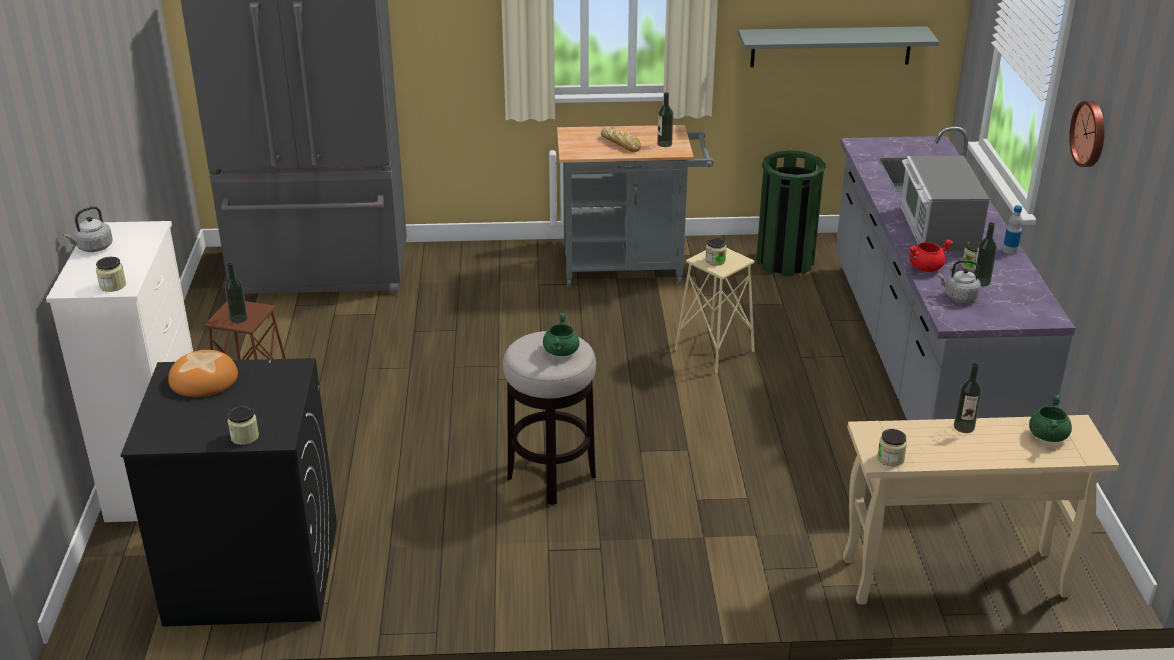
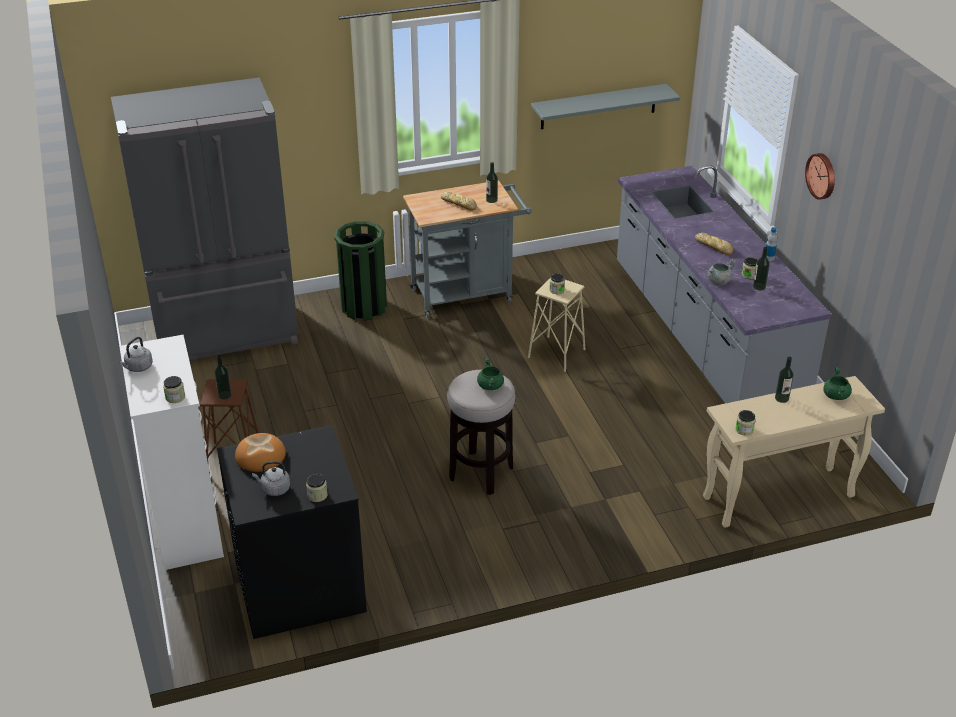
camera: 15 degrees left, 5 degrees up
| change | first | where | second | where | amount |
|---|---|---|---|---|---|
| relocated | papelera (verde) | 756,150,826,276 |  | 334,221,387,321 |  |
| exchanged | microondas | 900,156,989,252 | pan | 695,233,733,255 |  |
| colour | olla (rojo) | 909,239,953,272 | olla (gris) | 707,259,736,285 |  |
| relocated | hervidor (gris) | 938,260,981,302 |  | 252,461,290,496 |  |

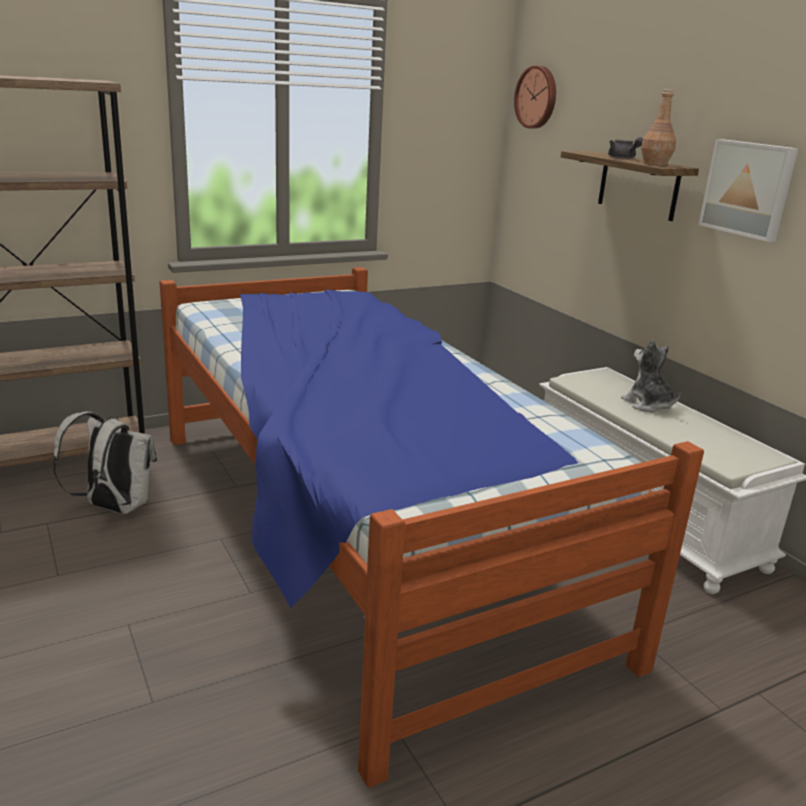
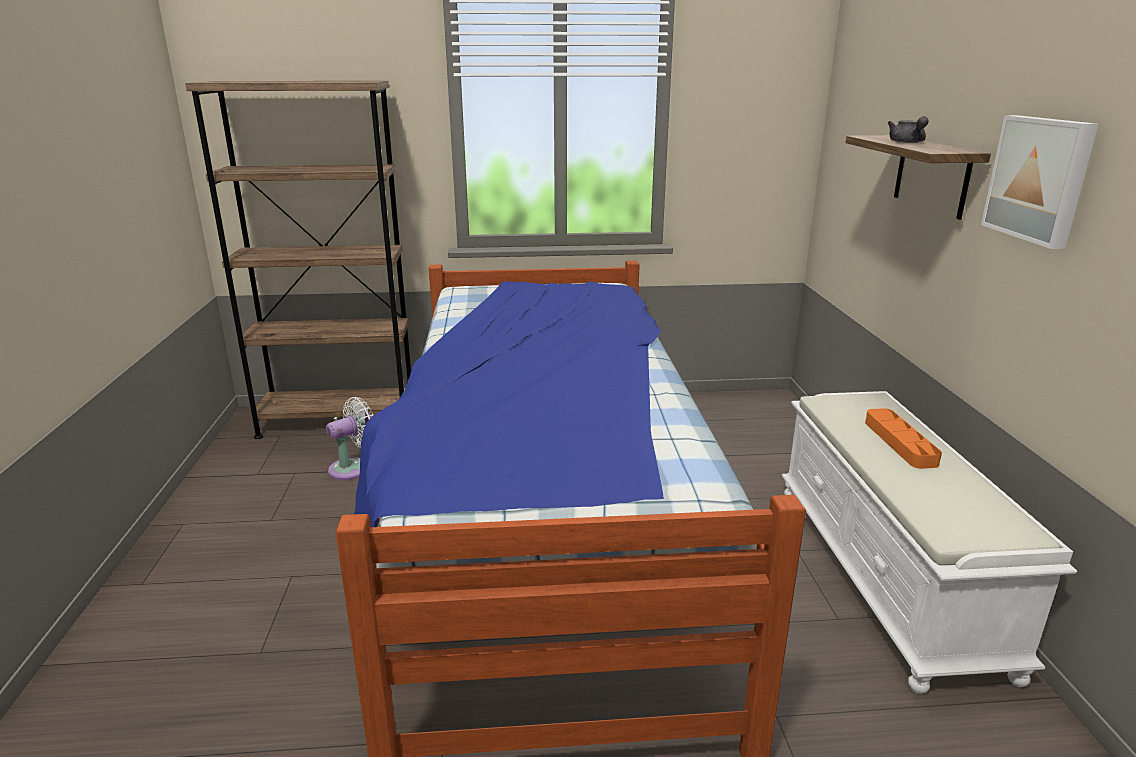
camera: 25 degrees right, 0 degrees up
| change | first | where | second | where | amount |
|---|---|---|---|---|---|
| exchanged | mochila (blanco) | 53,412,157,514 | ventilador (blanco) | 326,397,374,480 |  |
| missing | reloj de pared | 514,66,556,129 |  |  |  |
| exchanged | peluche | 621,340,681,412 | bandeja (naranja) | 865,408,942,469 |  |
| missing | botella (marrón) | 641,89,676,166 |  |  |  |

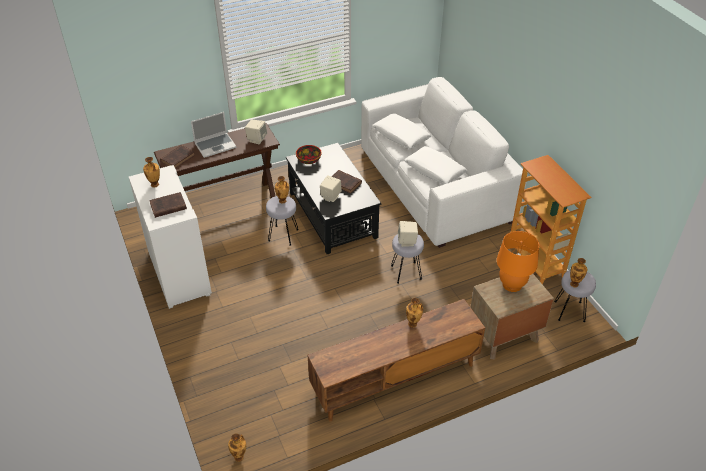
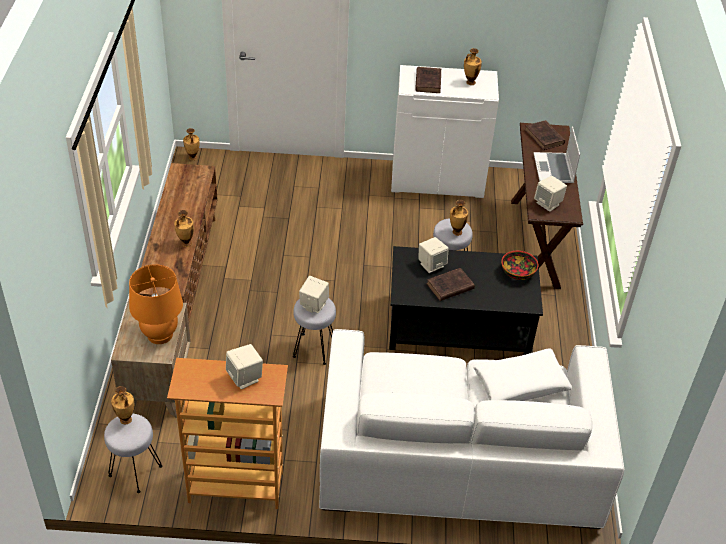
camera: 115 degrees right, 0 degrees up
| change | first | where | second | where | amount |
|---|---|---|---|---|---|
| missing | cojín (blanco) | 404,146,467,184 |  |  |  |
| appeared |  |  | altavoz (beis) | 226,344,263,389 |  |

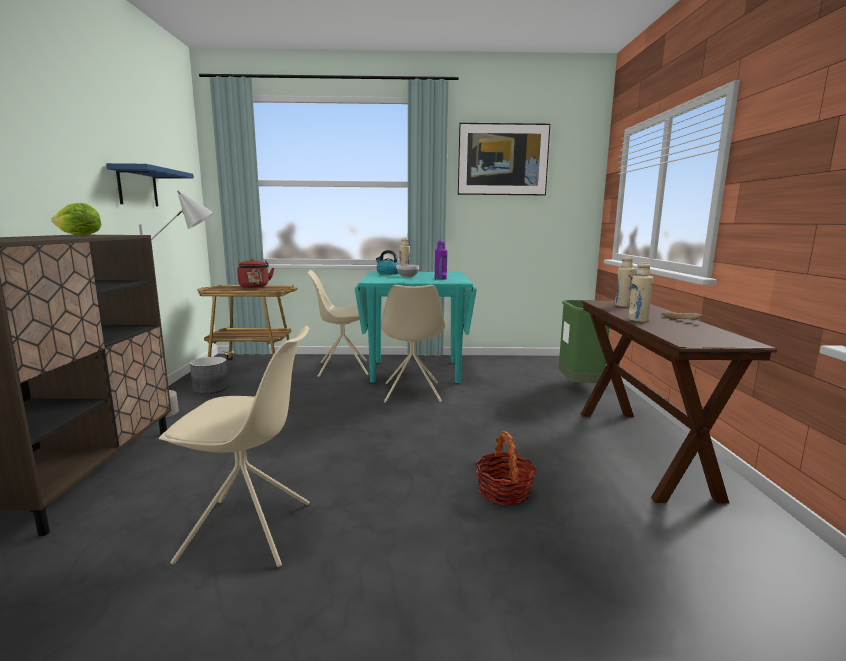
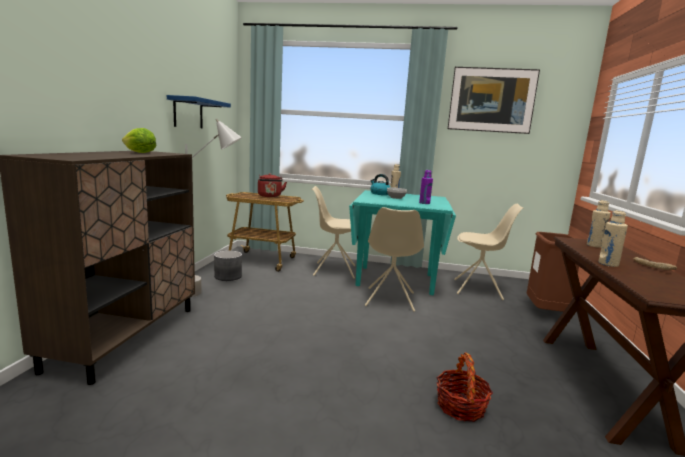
camera: 10 degrees right, 0 degrees up
| change | first | where | second | where | amount |
|---|---|---|---|---|---|
| relocated | silla (beis) | 159,326,310,567 |  | 454,204,524,300 |  |
| colour | papelera (verde) | 559,300,610,383 | papelera (marrón) | 527,232,579,312 |  |

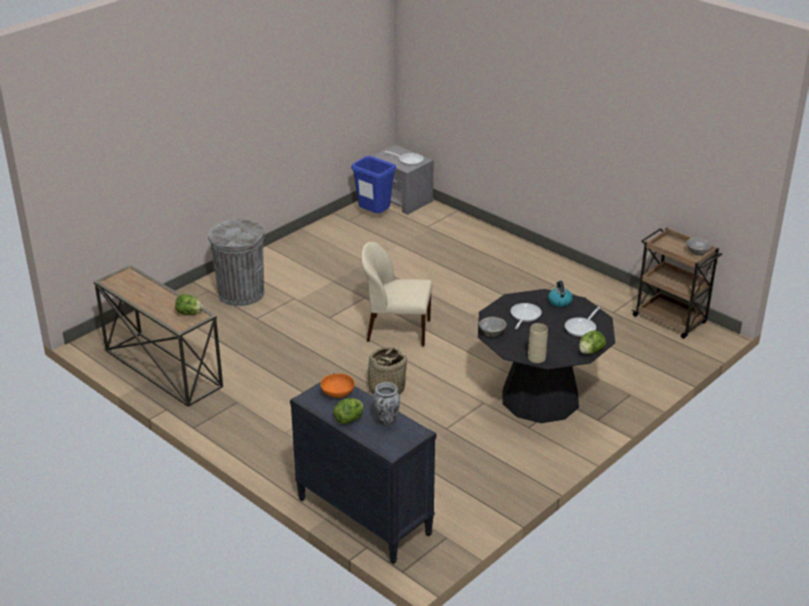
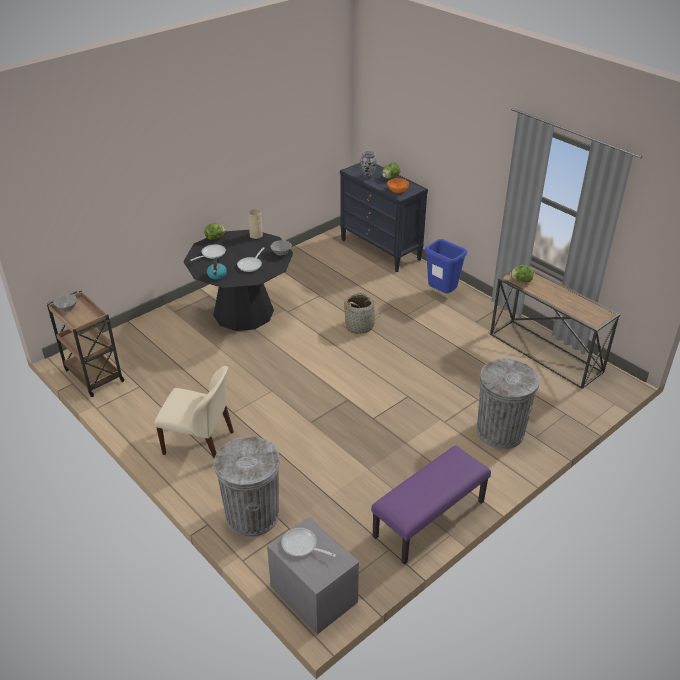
camera: 175 degrees left, 5 degrees up
| change | first | where | second | where | amount |
|---|---|---|---|---|---|
| relocated | papelera (azul) | 351,156,396,213 |  | 425,239,467,293 |  |
| relocated | silla (beis) | 362,242,433,347 |  | 155,366,234,458 |  |
| appeared |  |  | papelera (gris) | 214,436,280,537 |  |
| appeared |  |  | banco (morado) | 371,445,491,565 |  |

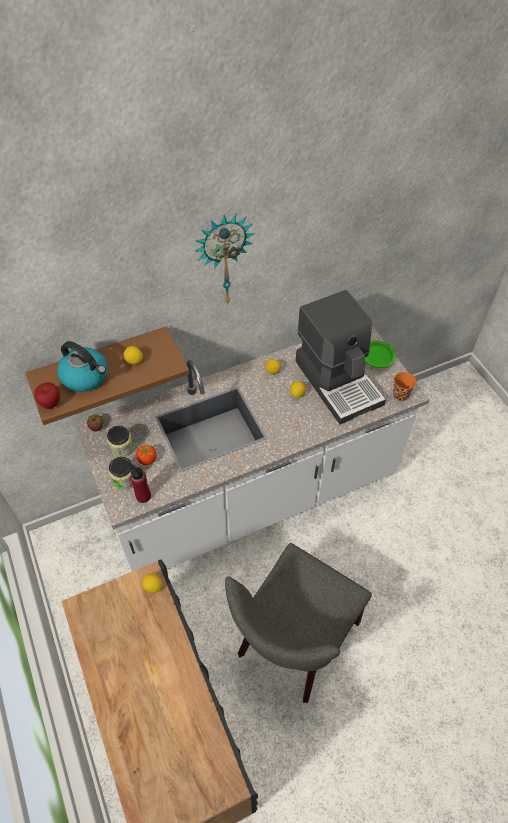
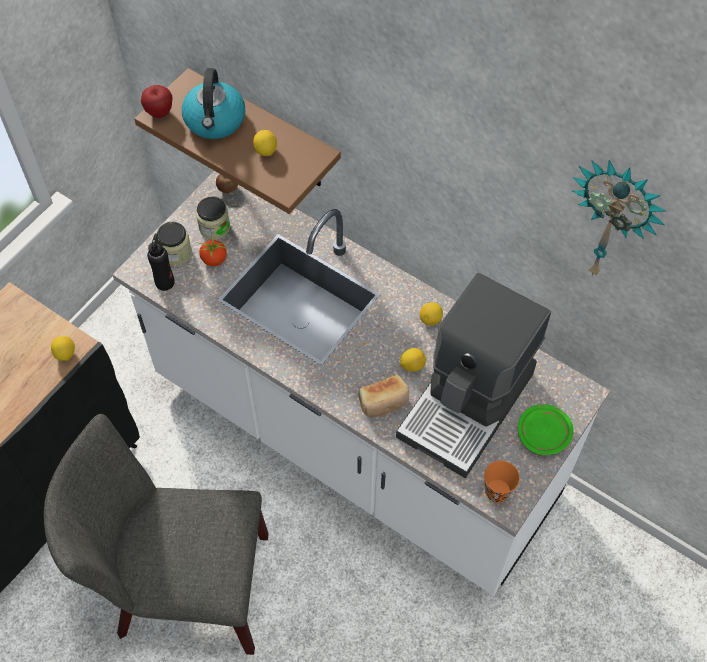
camera: 60 degrees right, 5 degrees up
| change | first | where | second | where | amount |
|---|---|---|---|---|---|
| colour | botella (rojo) | 129,464,151,503 | botella (negro) | 147,233,175,291 |  |
| relocated | reloj de pared | 194,214,255,305 |  | 572,160,666,276 |  |
| appeared |  |  | pan | 359,375,409,417 |  |

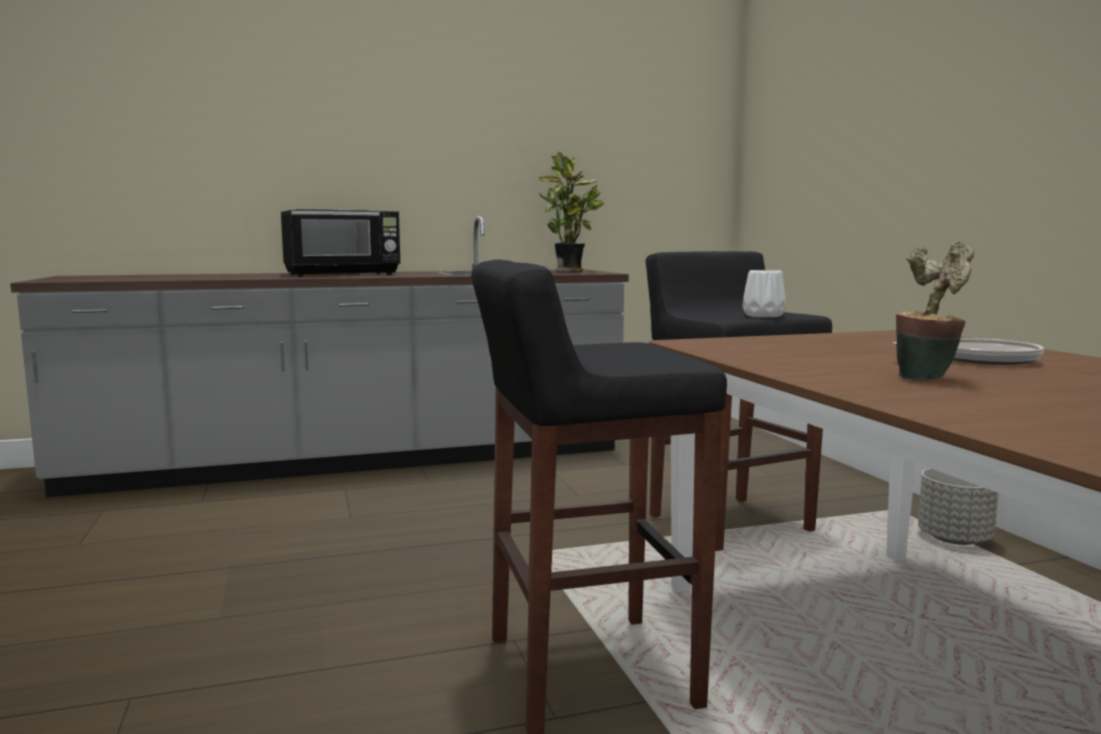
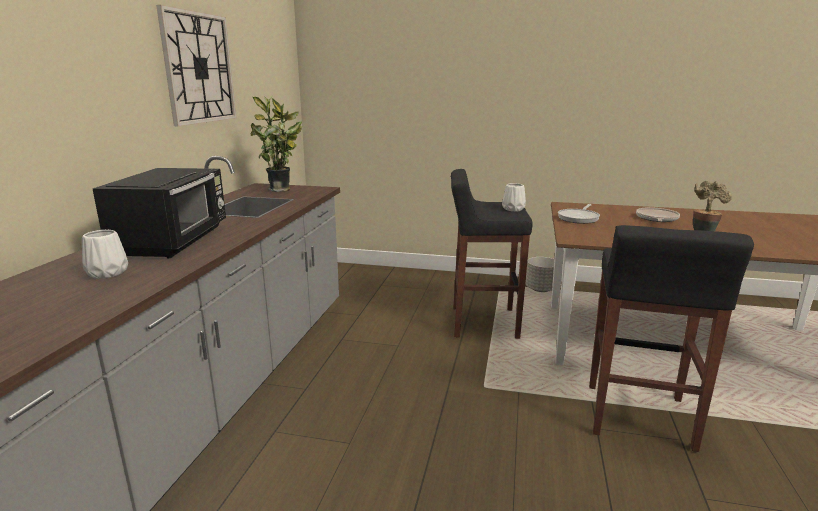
camera: 60 degrees left, 10 degrees up
| change | first | where | second | where | amount |
|---|---|---|---|---|---|
| appeared |  |  | florero (blanco) | 82,230,128,279 |  |
| appeared |  |  | reloj de pared | 156,5,236,126 |  |
| appeared |  |  | sartén | 558,204,600,224 |  |

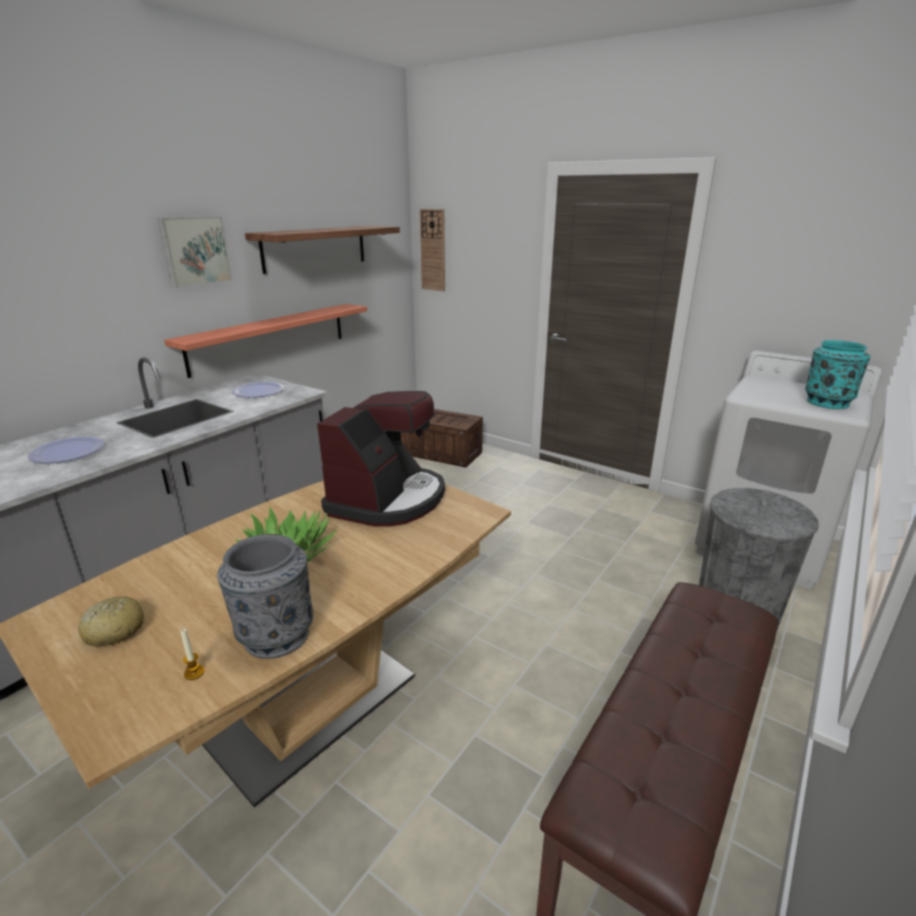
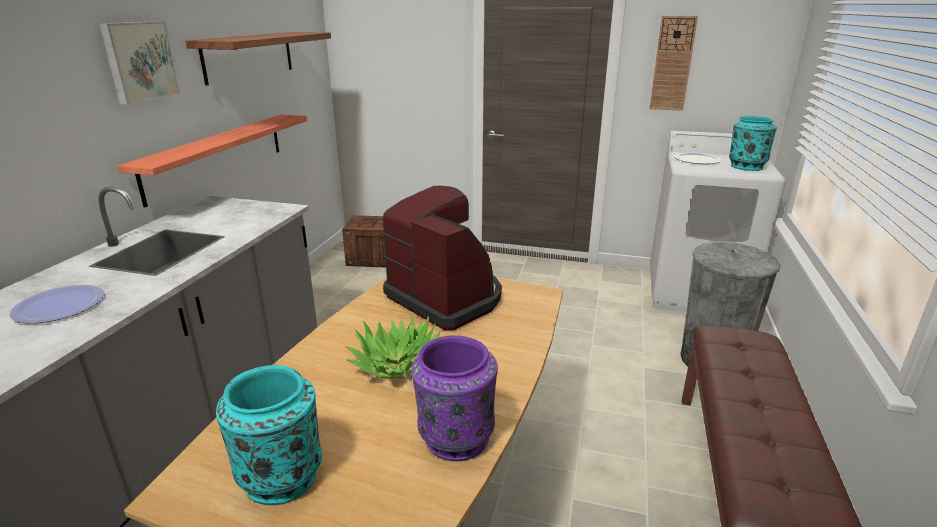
camera: 20 degrees left, 0 degrees up
| change | first | where | second | where | amount |
|---|---|---|---|---|---|
| exchanged | pan | 78,596,144,646 | florero (turquesa) | 216,365,322,505 |  |
| missing | vela | 181,629,205,680 |  |  |  |
| colour | florero (gris) | 217,534,314,659 | florero (morado) | 411,335,498,461 |  |
| relocated | plato | 232,382,284,398 |  | 674,153,722,164 |  |
| spun | cafetera | 317,391,445,526 |  | 382,186,502,330 | 45 degrees counterclockwise |
| relocated | reloj de pared | 420,209,445,291 |  | 649,16,698,111 |  |

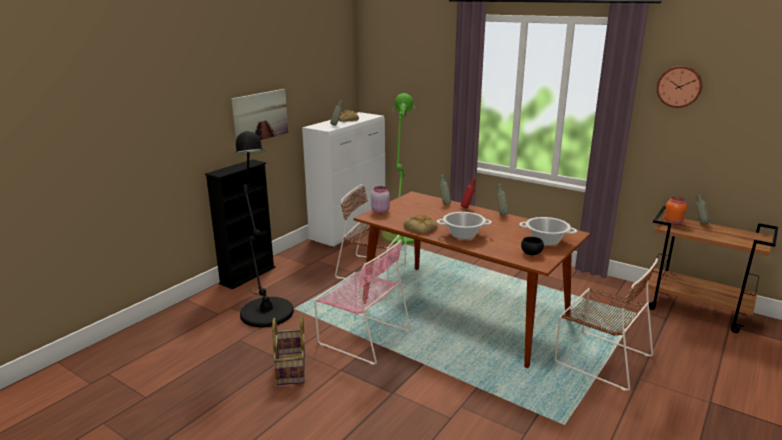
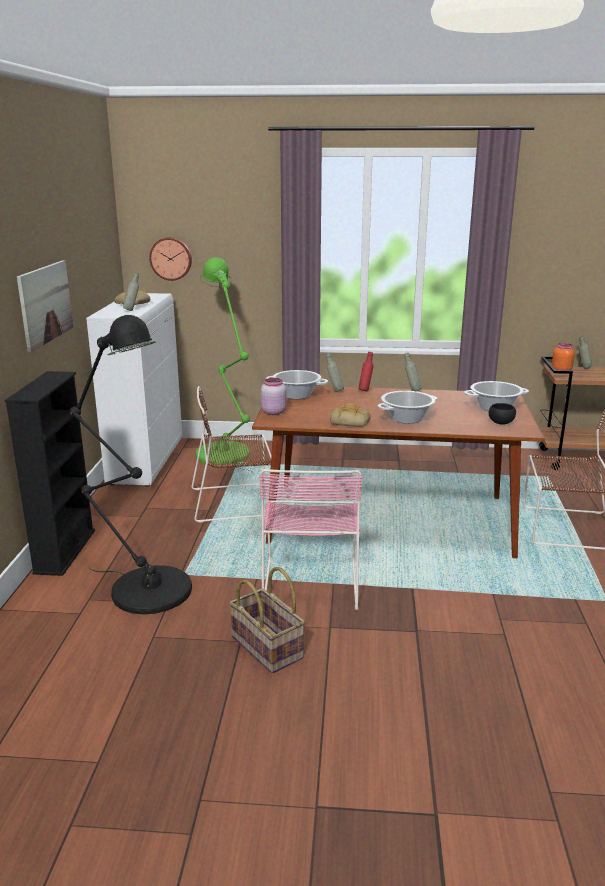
camera: 30 degrees left, 0 degrees up
| change | first | where | second | where | amount |
|---|---|---|---|---|---|
| spun | silla (rosa) | 314,240,411,365 |  | 259,469,362,610 | 90 degrees clockwise |
| relocated | reloj de pared | 657,66,703,108 |  | 149,237,192,281 |  |
| appeared |  |  | olla | 266,370,328,399 |  |

